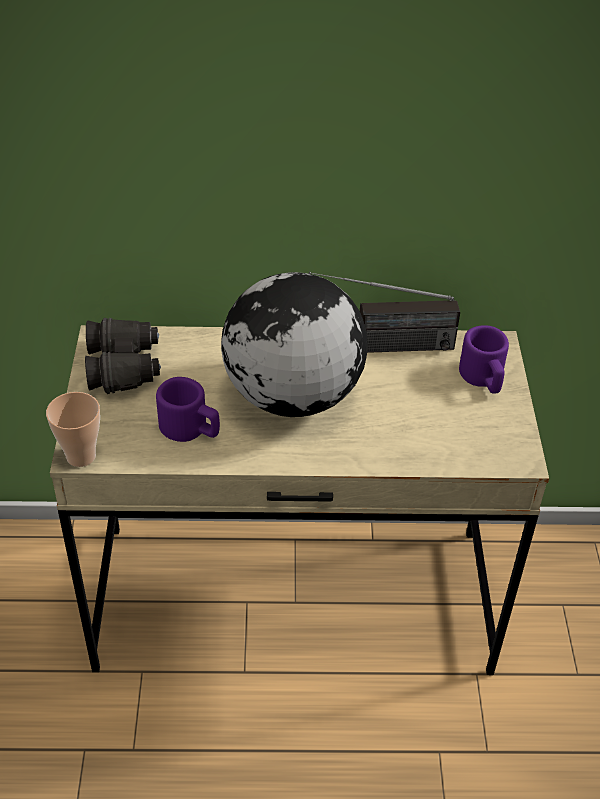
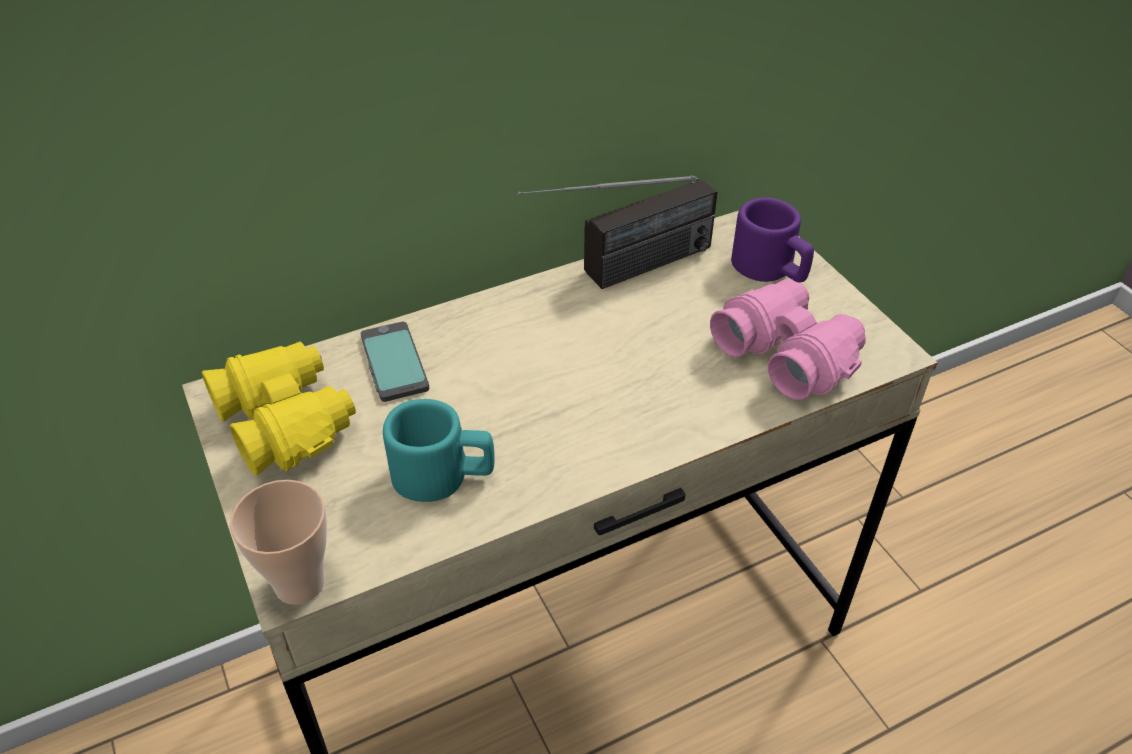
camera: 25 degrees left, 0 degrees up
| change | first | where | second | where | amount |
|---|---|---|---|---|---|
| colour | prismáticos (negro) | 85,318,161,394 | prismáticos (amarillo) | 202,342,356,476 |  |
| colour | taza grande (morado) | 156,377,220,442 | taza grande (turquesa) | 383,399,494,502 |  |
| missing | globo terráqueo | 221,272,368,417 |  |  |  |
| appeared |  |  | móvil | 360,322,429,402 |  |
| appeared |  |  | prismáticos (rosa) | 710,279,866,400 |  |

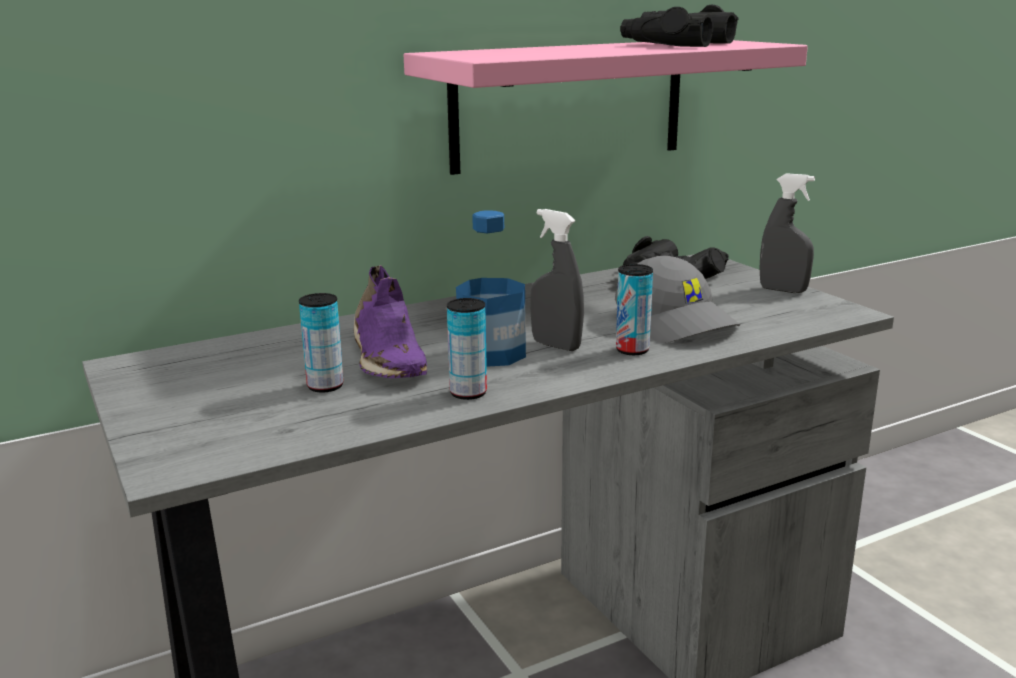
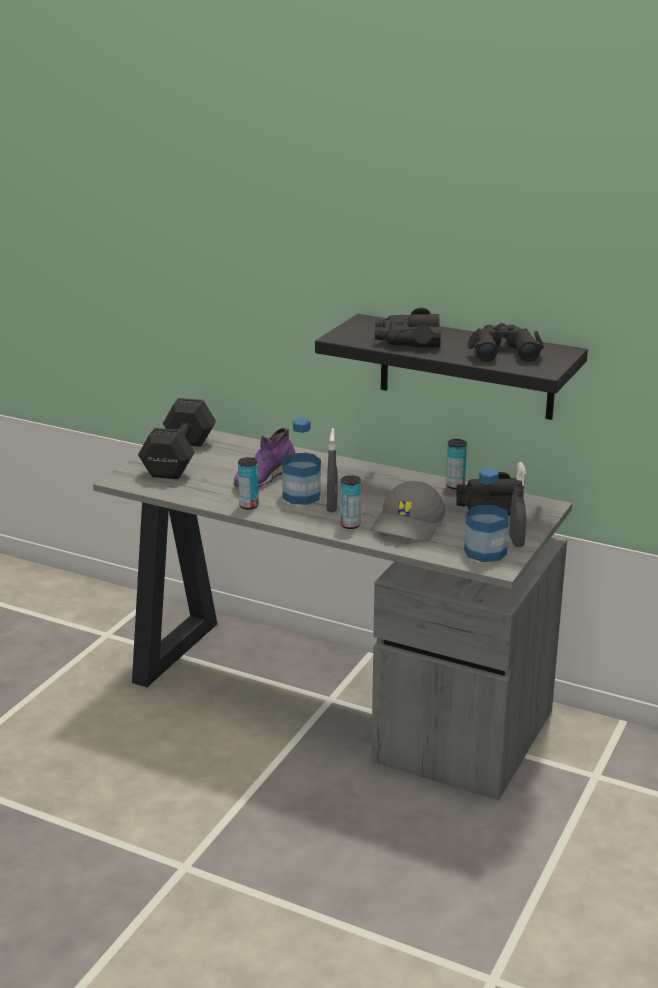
camera: 55 degrees right, 5 degrees up
| change | first | where | second | where | amount |
|---|---|---|---|---|---|
| relocated | lata | 299,293,344,393 |  | 446,439,467,489 |  |
| colour | estante (rosa) | 404,40,808,175 | estante (negro) | 315,314,588,420 |  |
| appeared |  |  | mancuerna (negro) | 138,398,216,479 |  |
| appeared |  |  | prismáticos (negro) | 375,308,441,348 |  |
| appeared |  |  | botella | 464,469,509,562 |  |

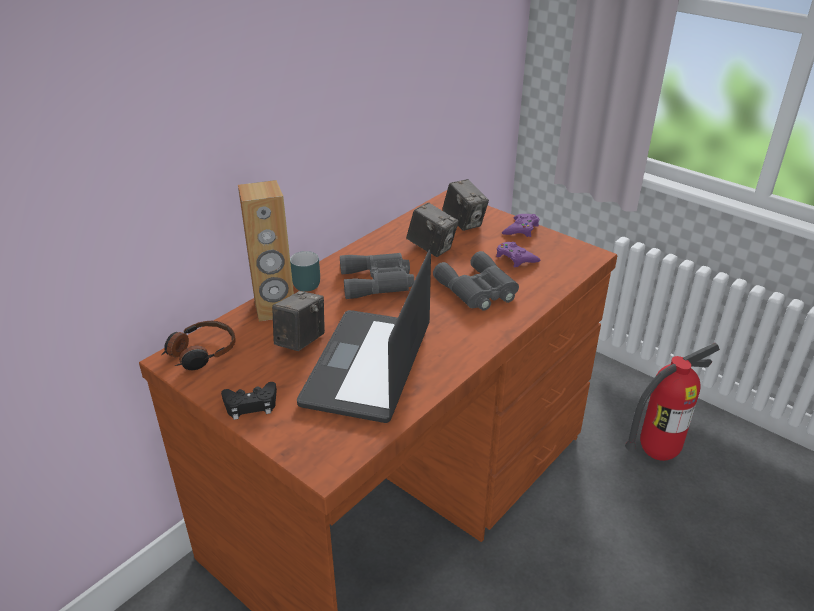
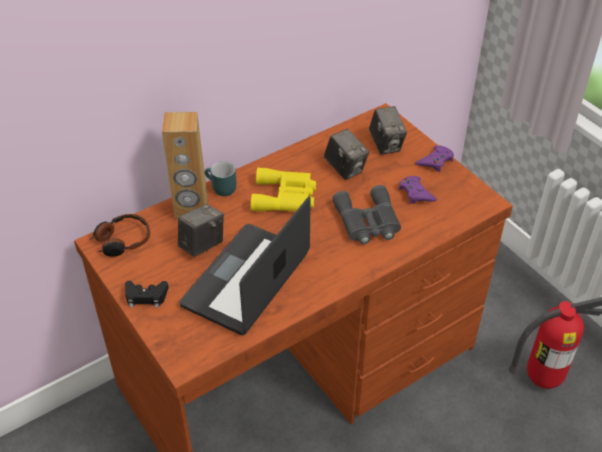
camera: 15 degrees right, 10 degrees up
| change | first | where | second | where | amount |
|---|---|---|---|---|---|
| colour | prismáticos (gris) | 340,253,414,299 | prismáticos (amarillo) | 251,168,316,212 |  |

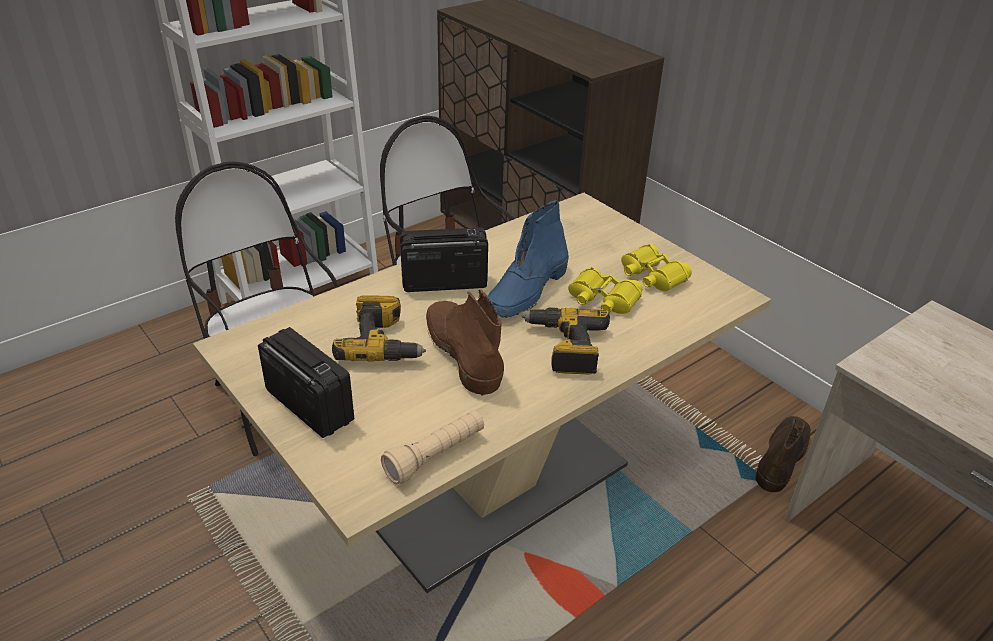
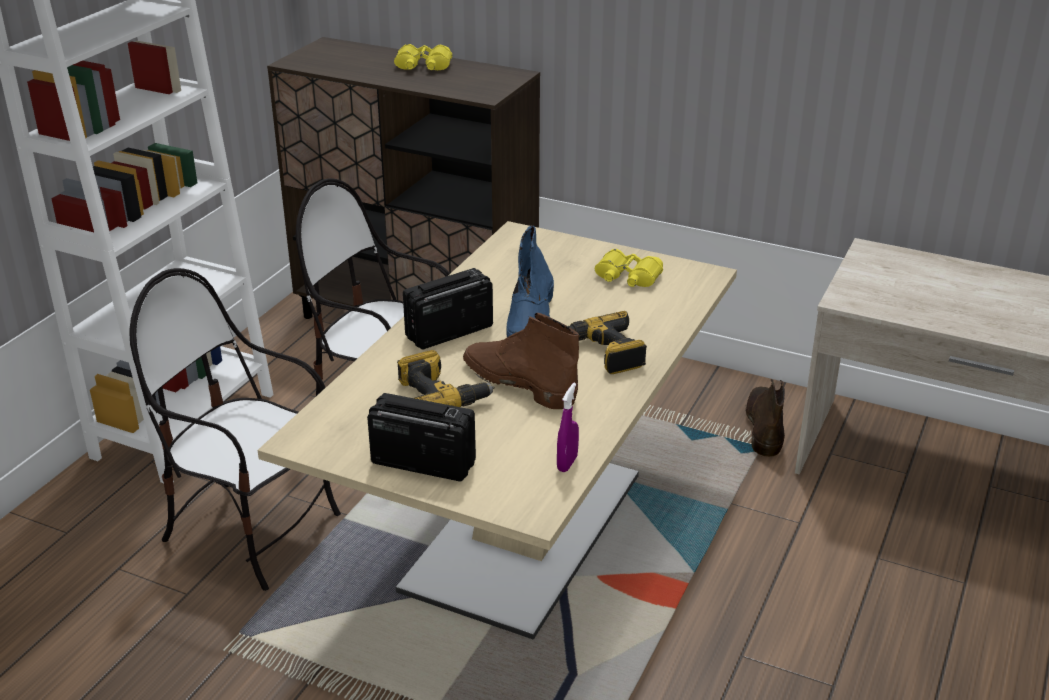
camera: 25 degrees left, 5 degrees down
| change | first | where | second | where | amount |
|---|---|---|---|---|---|
| exchanged | linterna (beis) | 381,410,484,484 | pulverizador (morado) | 557,383,579,472 |  |
| relocated | prismáticos (amarillo) | 568,266,642,314 |  | 394,44,452,70 |  |

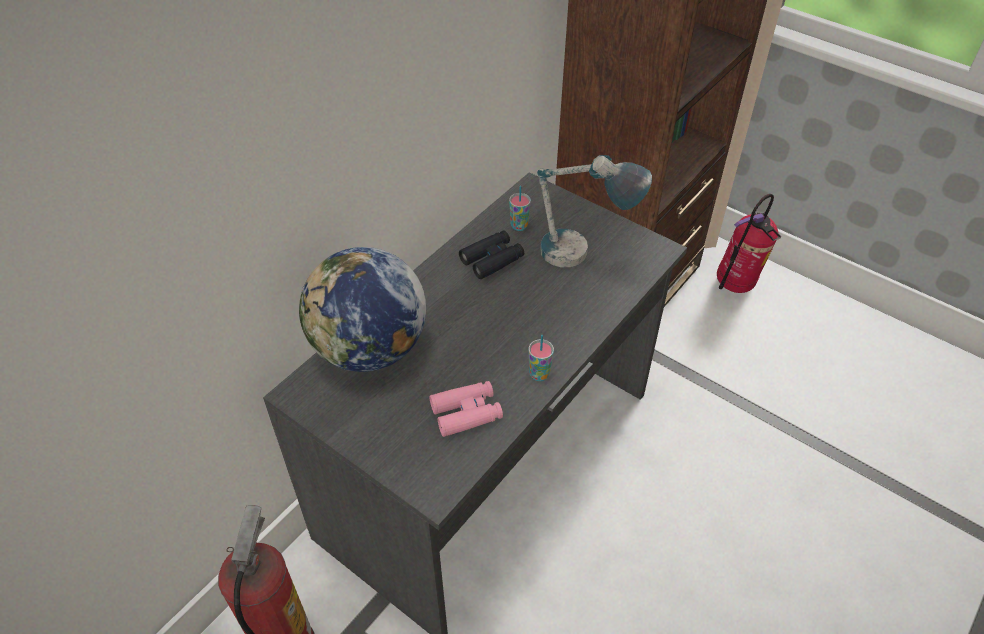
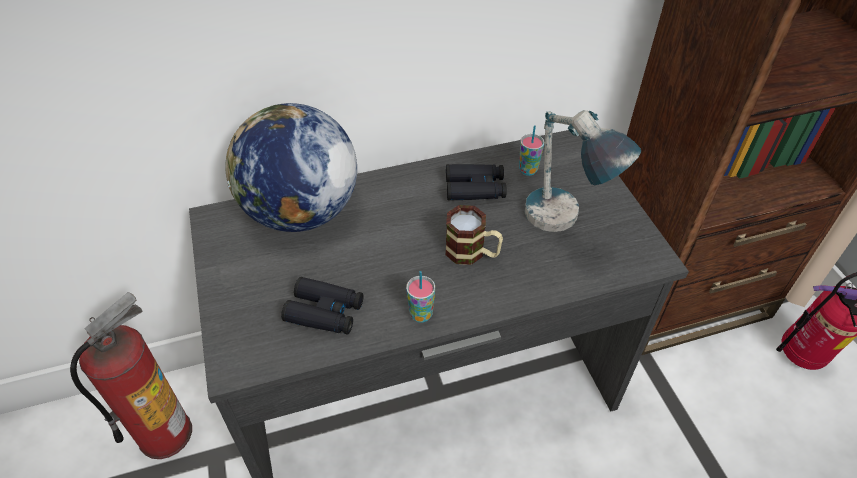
camera: 35 degrees right, 0 degrees up
| change | first | where | second | where | amount |
|---|---|---|---|---|---|
| colour | prismáticos (rosa) | 429,381,503,437 | prismáticos (negro) | 281,277,363,335 |  |
| appeared |  |  | taza grande | 445,205,503,265 |  |

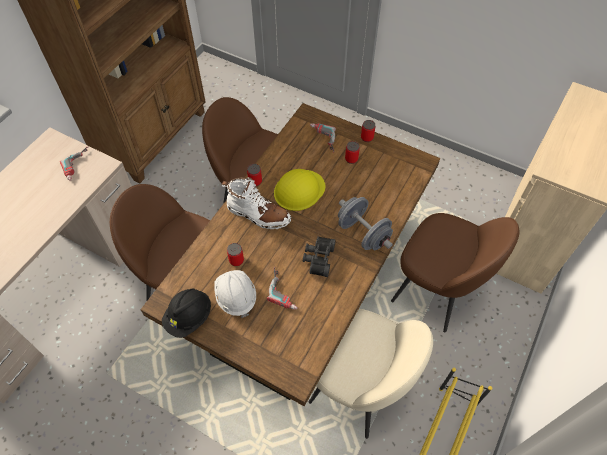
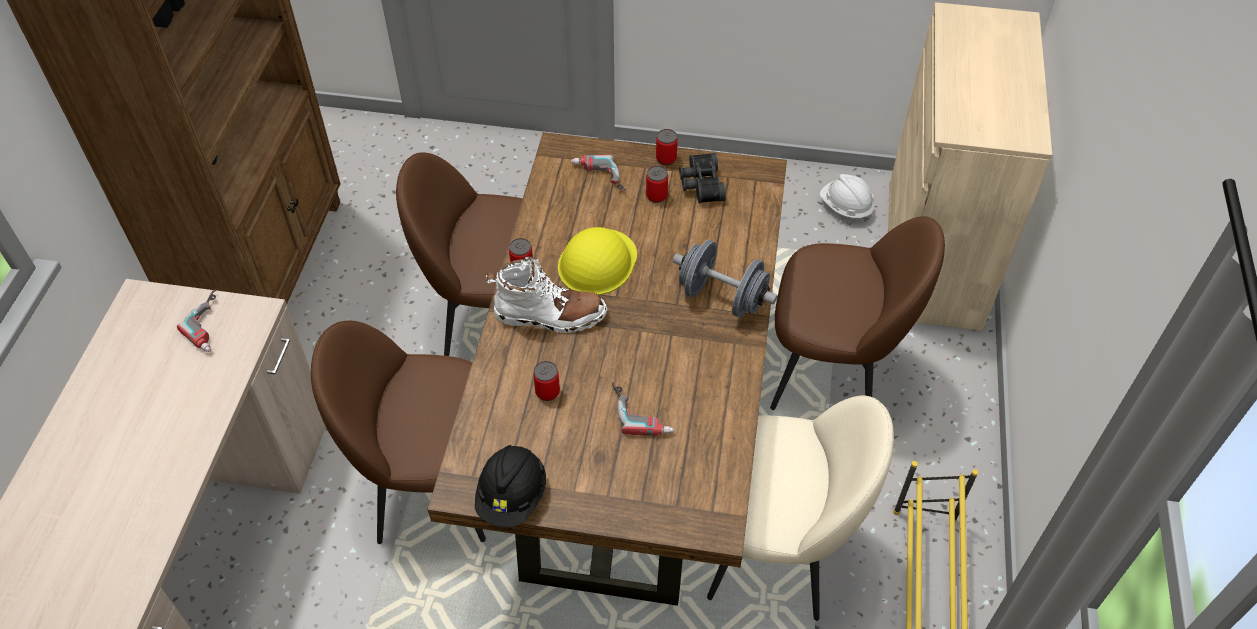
camera: 20 degrees left, 5 degrees down
| change | first | where | second | where | amount |
|---|---|---|---|---|---|
| relocated | casco (blanco) | 214,270,256,318 |  | 820,174,875,221 |  |
| relocated | prismáticos (negro) | 303,236,336,277 |  | 679,153,726,203 |  |

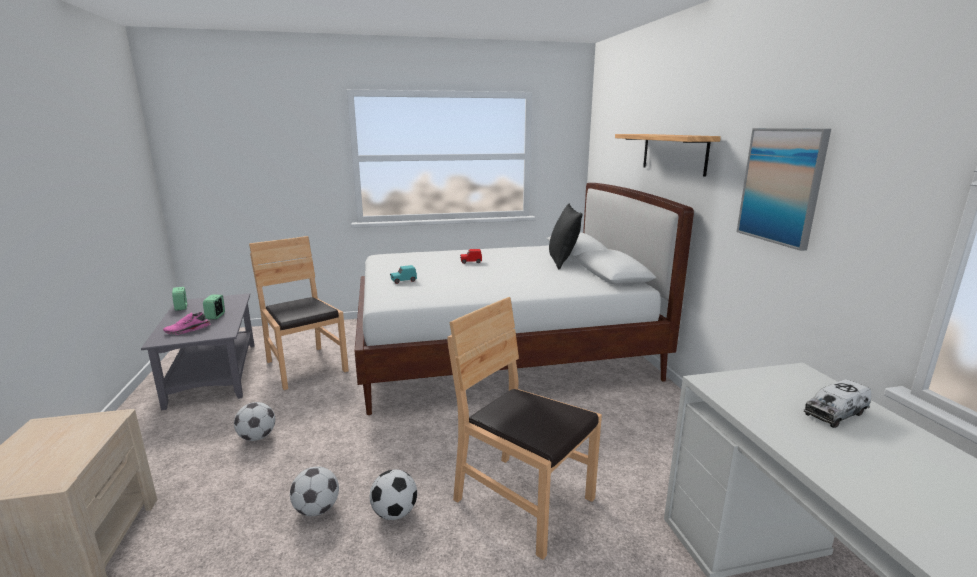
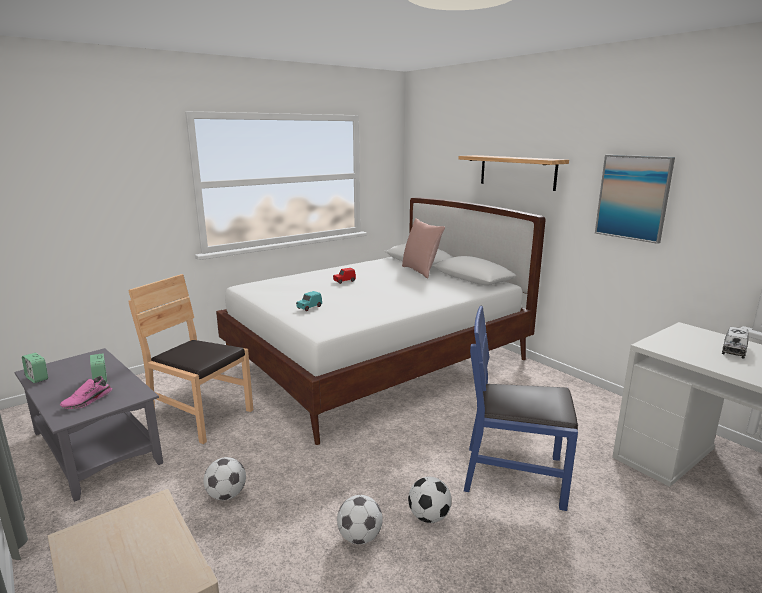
camera: 25 degrees left, 0 degrees up
| change | first | where | second | where | amount |
|---|---|---|---|---|---|
| colour | silla (marrón) | 447,297,602,560 | silla (azul) | 464,306,578,511 |  |
| colour | cojín (negro) | 549,203,583,269 | cojín (rosa) | 402,218,445,278 |  |

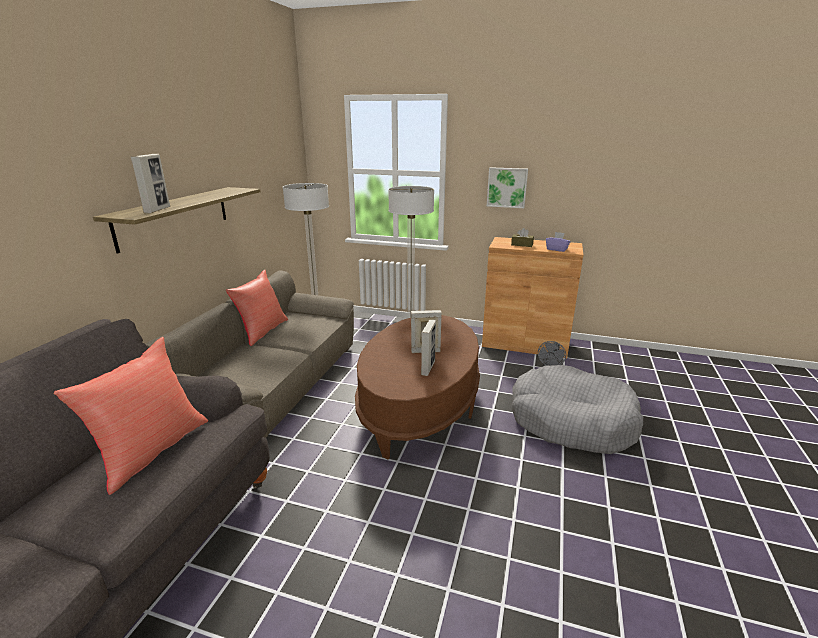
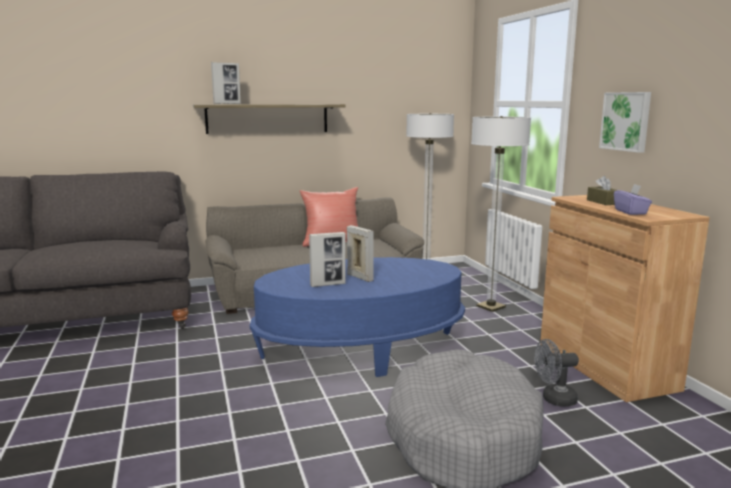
camera: 55 degrees right, 10 degrees down
| change | first | where | second | where | amount |
|---|---|---|---|---|---|
| missing | cojín (rojo) | 53,337,208,495 |  |  |  |
| colour | mesa de centro (marrón) | 355,315,480,459 | mesa de centro (azul) | 250,257,465,377 |  |

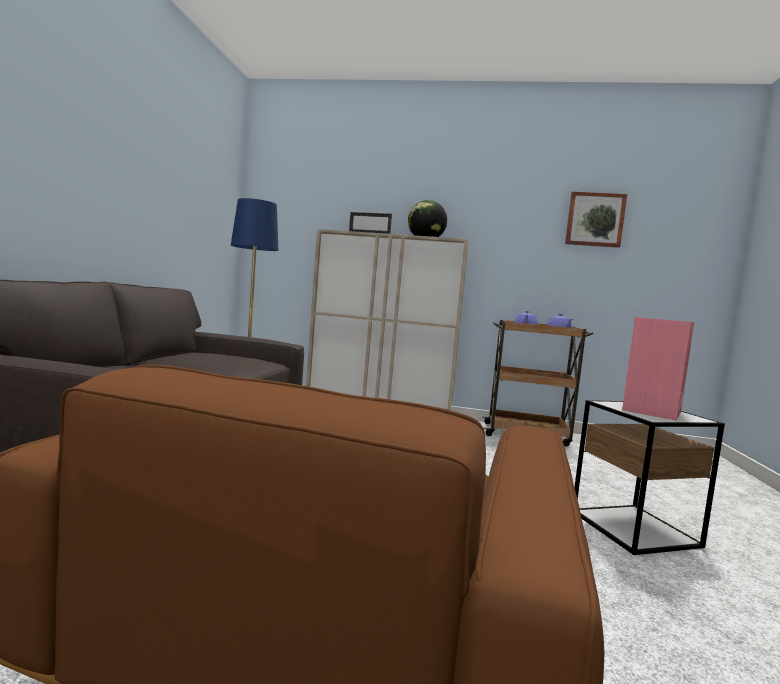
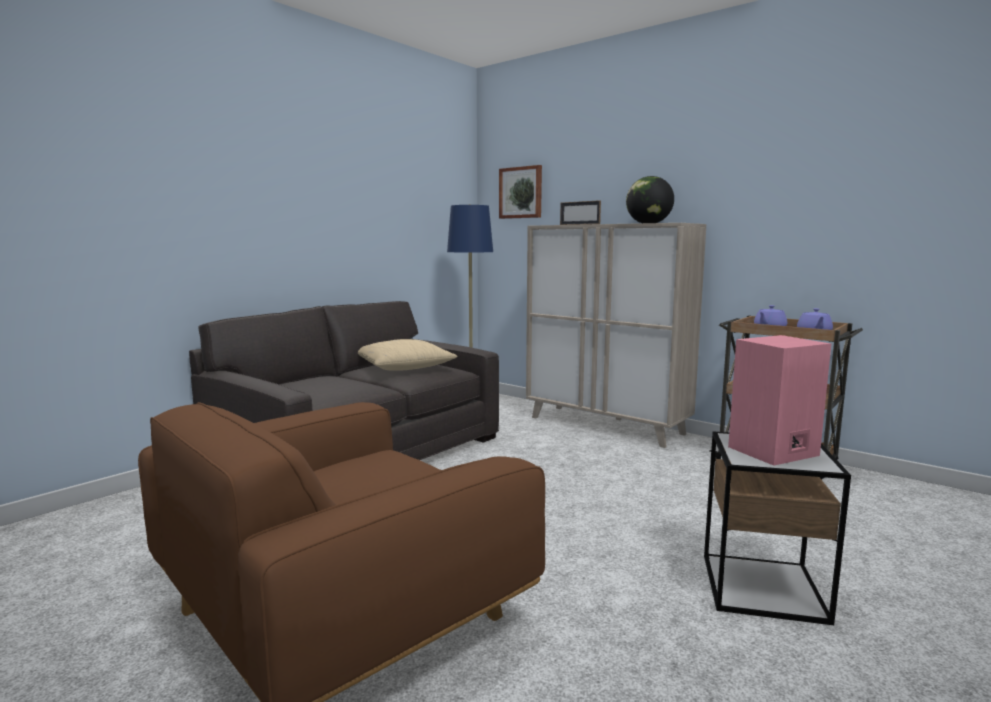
camera: 30 degrees right, 5 degrees up
| change | first | where | second | where | amount |
|---|---|---|---|---|---|
| relocated | cuadro | 565,191,627,248 |  | 499,165,542,219 |  |
| appeared |  |  | cojín (beis) | 358,339,458,371 |  |

